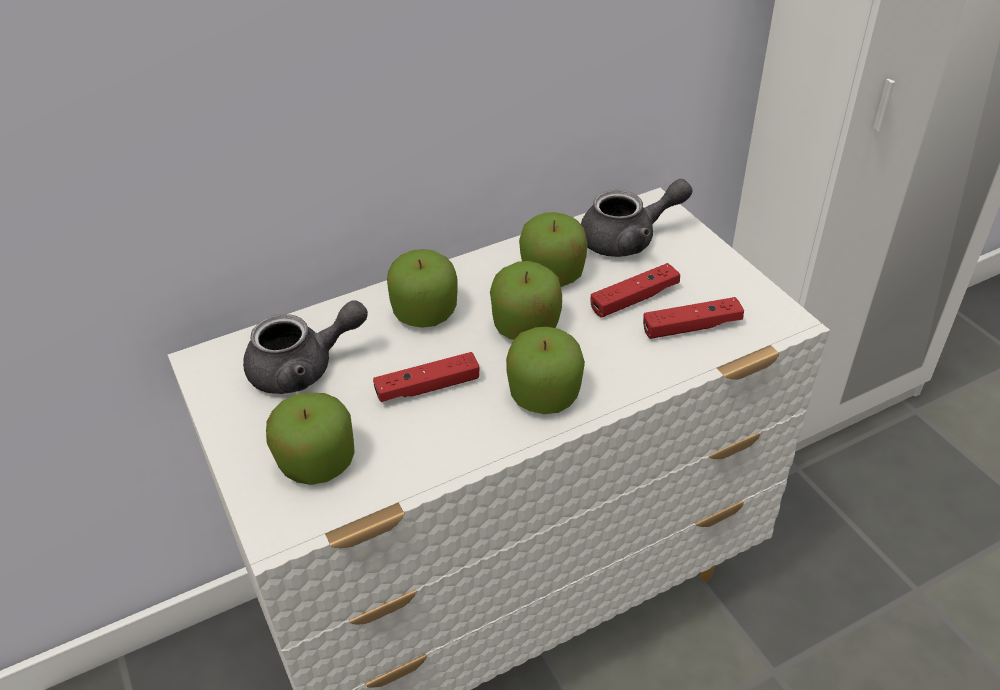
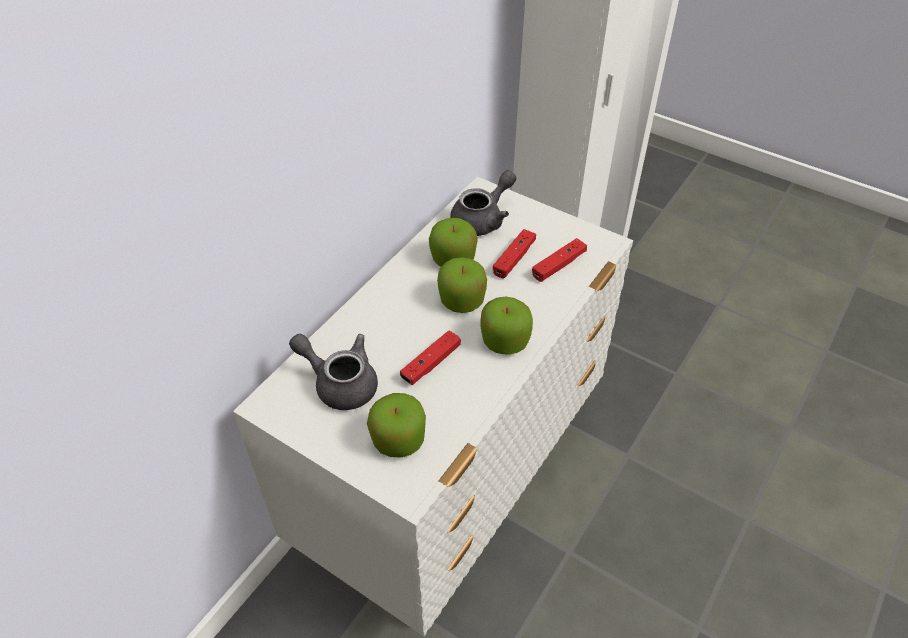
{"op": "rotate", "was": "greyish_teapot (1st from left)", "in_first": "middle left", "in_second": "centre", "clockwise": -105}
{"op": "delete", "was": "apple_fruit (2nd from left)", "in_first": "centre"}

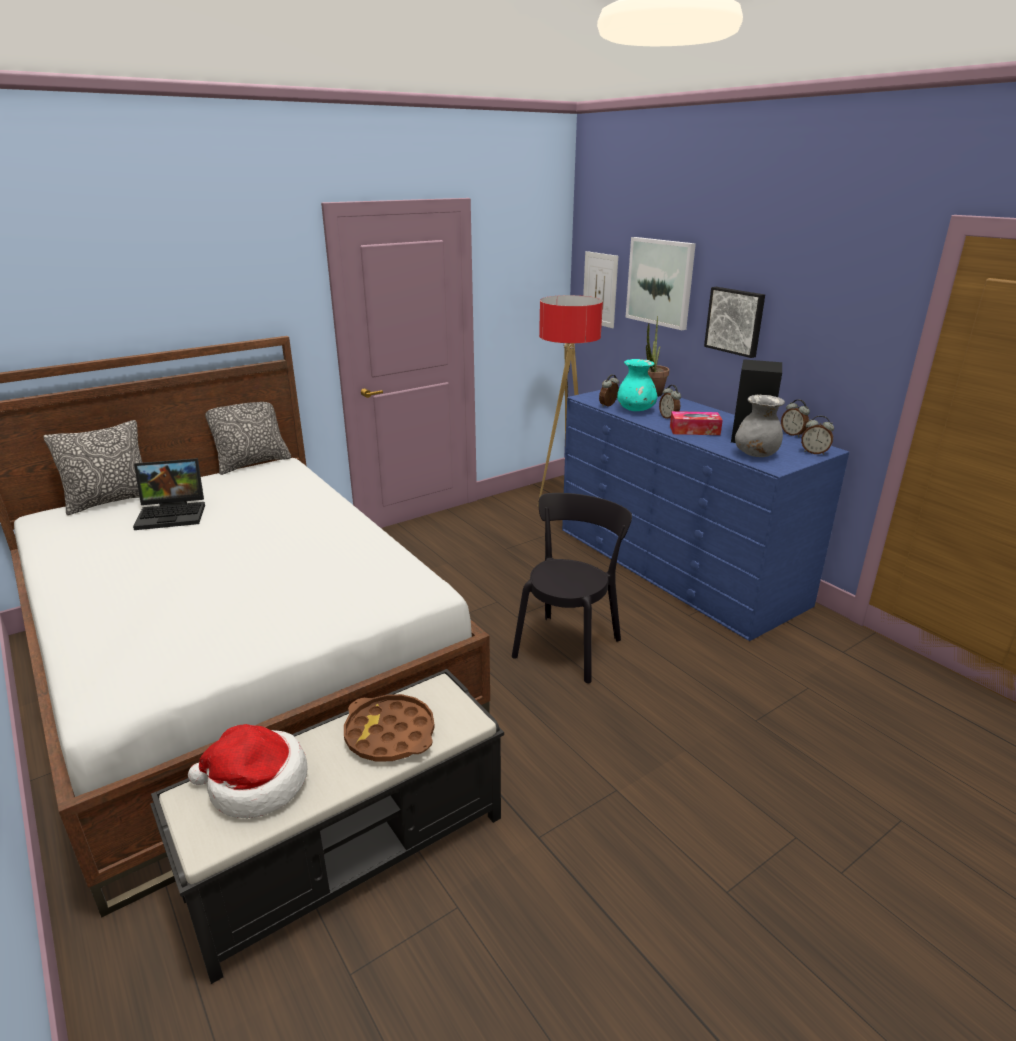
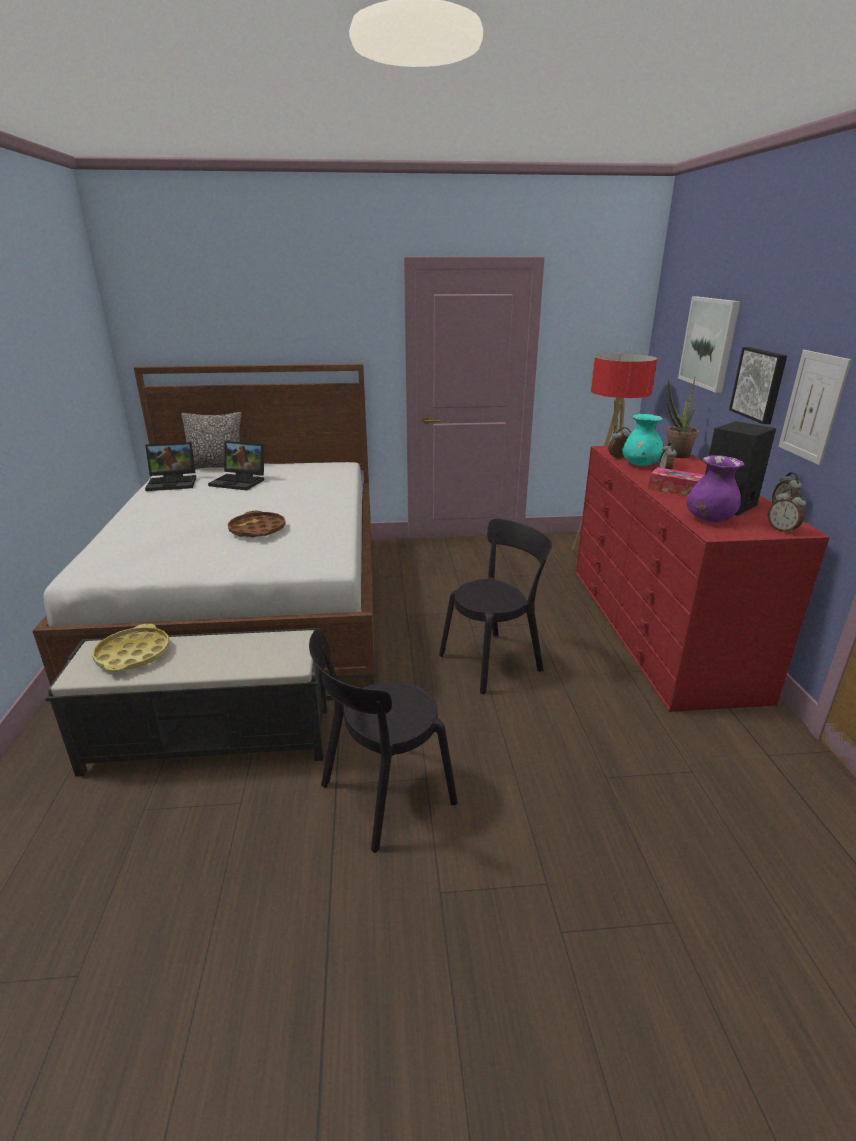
{"op": "replace", "was": "wearable_hat", "now": "yellow_tray", "in_first": "bottom left", "in_second": "middle left"}
{"op": "insert", "now": "notebook_computer (1st from left)", "in_second": "middle left"}
{"op": "move", "was": "brown_tray", "in_first": "bottom centre", "in_second": "middle left"}
{"op": "insert", "now": "blackish_upright_chair (1st from left)", "in_second": "centre"}
{"op": "recolor", "was": "bluish_dresser", "now": "red-coloured_dresser", "in_first": "middle right", "in_second": "middle right"}
{"op": "recolor", "was": "greyish_vase", "now": "purplish_vase", "in_first": "middle right", "in_second": "middle right"}
{"op": "move", "was": "wall_picture (1st from left in the first image)", "now": "wall_picture (3rd from left)", "in_first": "top centre", "in_second": "middle right"}
{"op": "delete", "was": "throw_pillow (2nd from left)", "in_first": "middle left"}

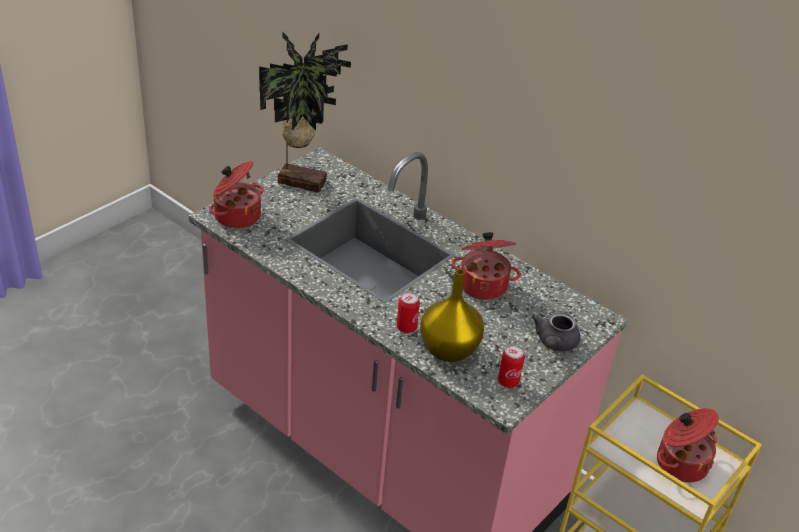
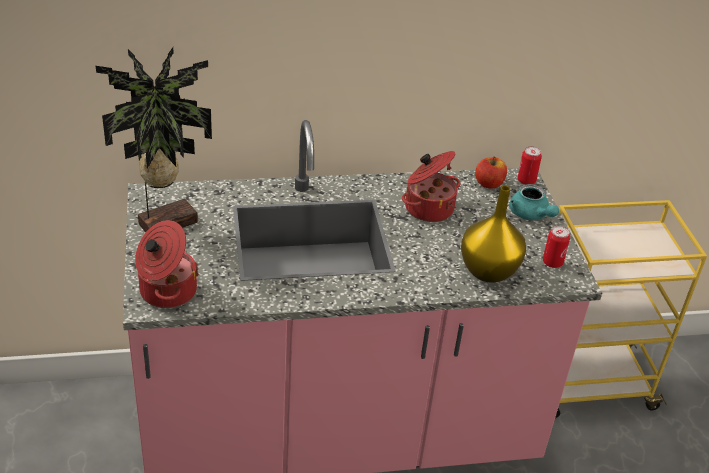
{"op": "insert", "now": "apple_fruit", "in_second": "middle right"}
{"op": "recolor", "was": "greyish_teapot", "now": "turquoise-coloured_teapot", "in_first": "middle right", "in_second": "middle right"}
{"op": "move", "was": "metal_can (1st from left)", "in_first": "centre", "in_second": "middle right"}
{"op": "delete", "was": "cooking_pot (3rd from left)", "in_first": "bottom right"}

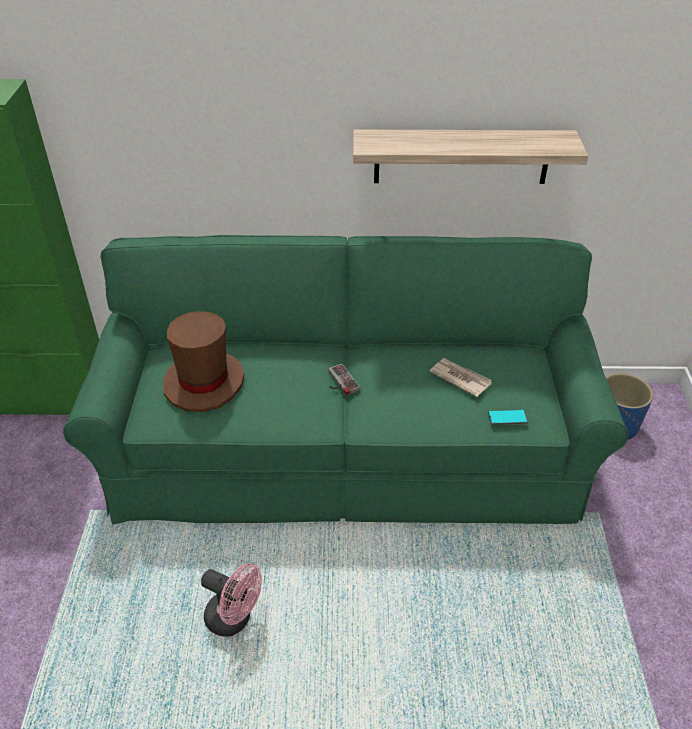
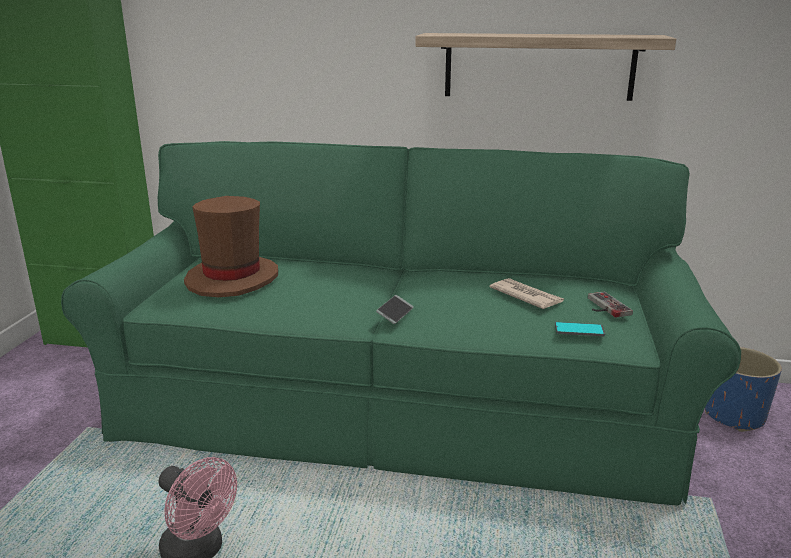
{"op": "insert", "now": "telephone (1st from left)", "in_second": "centre"}
{"op": "move", "was": "gamepad", "in_first": "centre", "in_second": "middle right"}

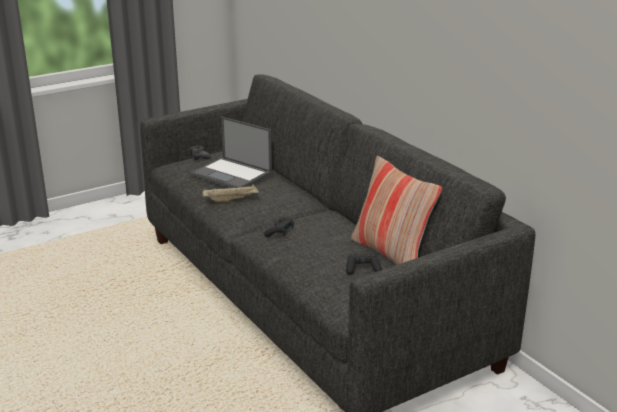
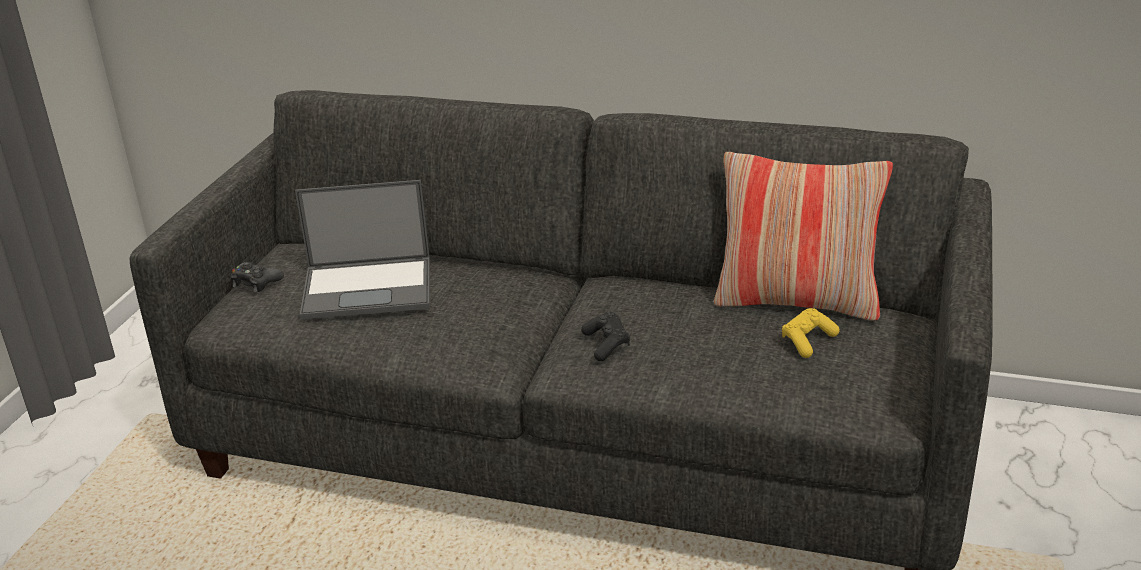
{"op": "recolor", "was": "blackish_gamepad (3rd from left)", "now": "yellow_gamepad", "in_first": "centre", "in_second": "middle right"}
{"op": "delete", "was": "beige_tray", "in_first": "centre"}

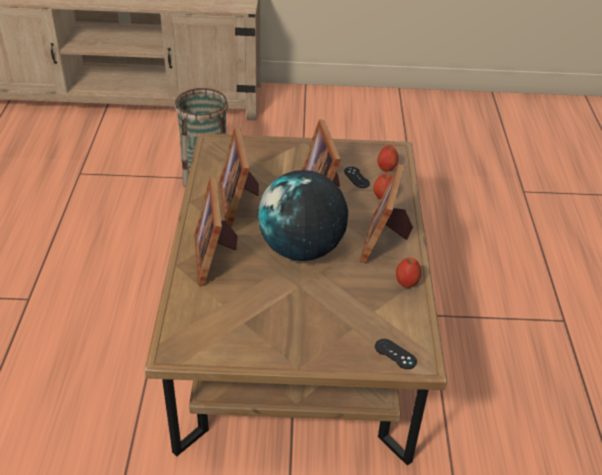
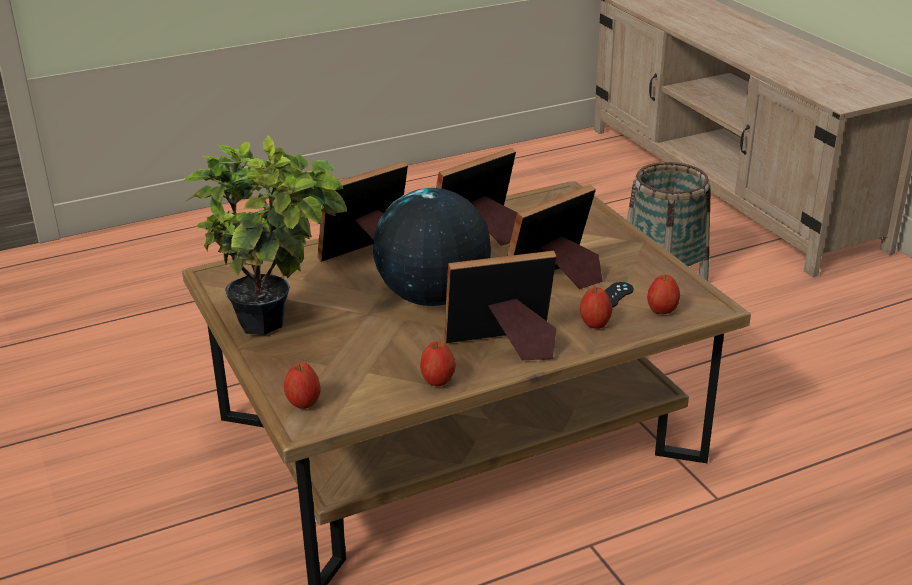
{"op": "insert", "now": "potted_plant", "in_second": "middle left"}
{"op": "replace", "was": "blackish_gamepad (2nd from left)", "now": "apple_fruit (1st from left)", "in_first": "bottom centre", "in_second": "middle left"}

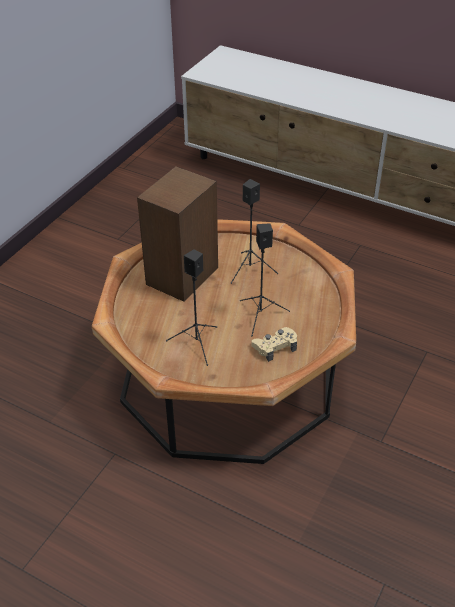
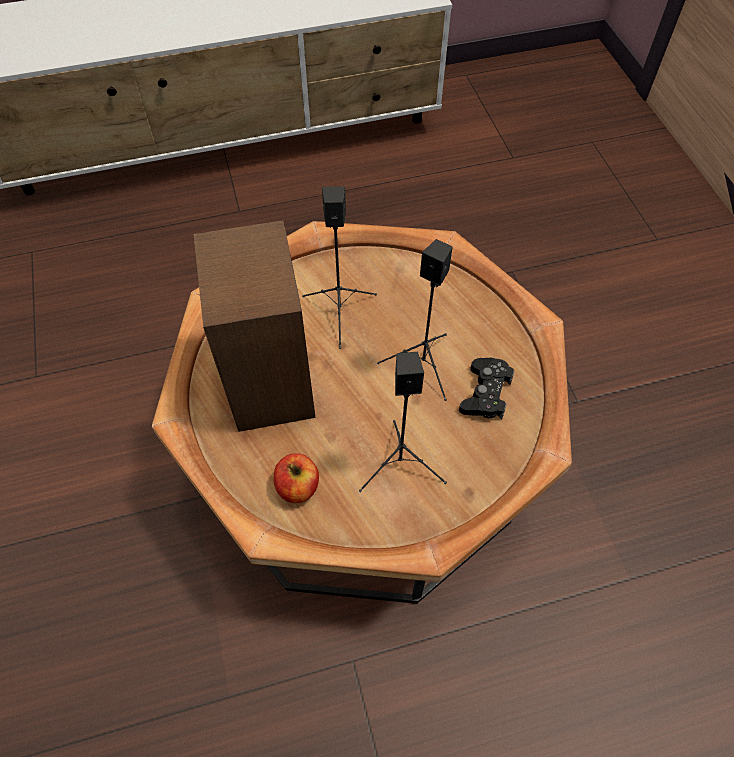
{"op": "insert", "now": "apple_fruit", "in_second": "centre"}
{"op": "recolor", "was": "beige_gamepad", "now": "blackish_gamepad", "in_first": "centre", "in_second": "centre"}

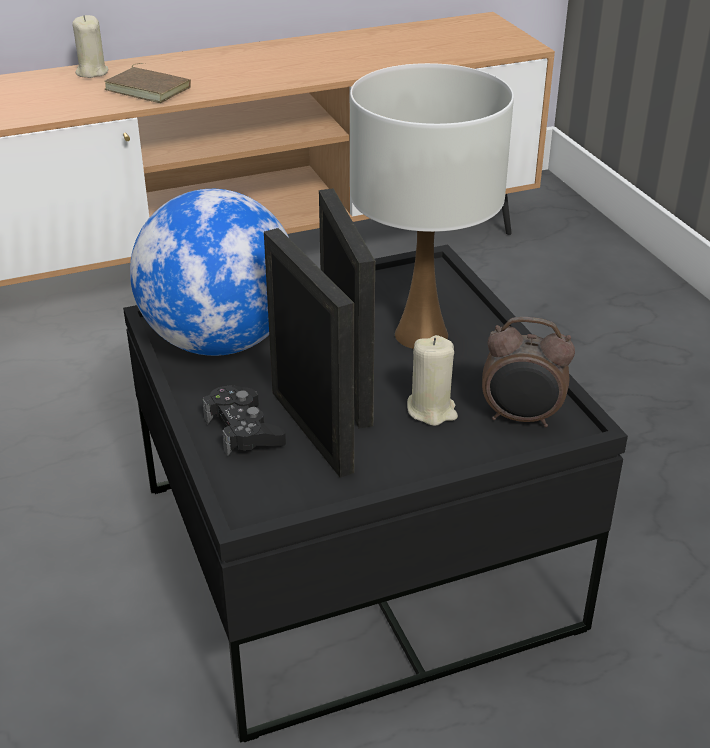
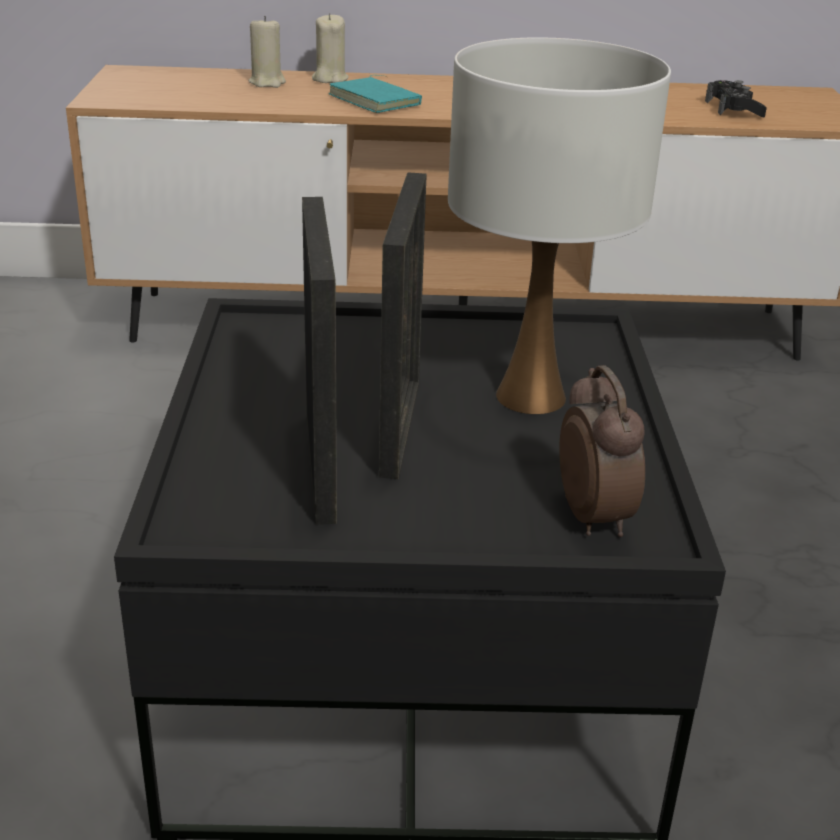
{"op": "move", "was": "beige_wax_light (2nd from left in the first image)", "now": "beige_wax_light (1st from left)", "in_first": "centre", "in_second": "top left"}
{"op": "recolor", "was": "brown_bound_book", "now": "turquoise-coloured_bound_book", "in_first": "top left", "in_second": "top centre"}
{"op": "rotate", "was": "table_clock", "in_first": "middle right", "in_second": "middle right", "clockwise": -135}
{"op": "move", "was": "blackish_gamepad", "in_first": "centre", "in_second": "top right"}
{"op": "delete", "was": "desk_globe", "in_first": "middle left"}

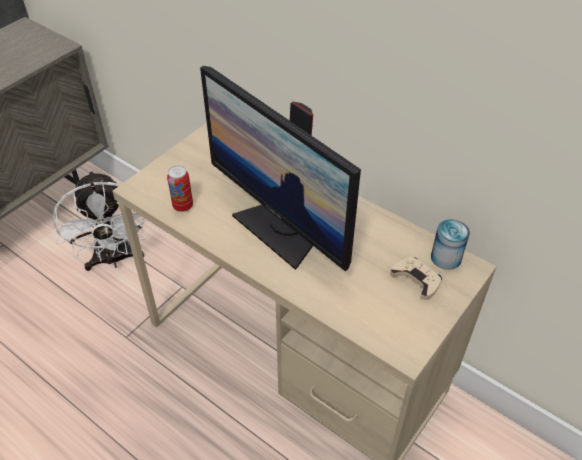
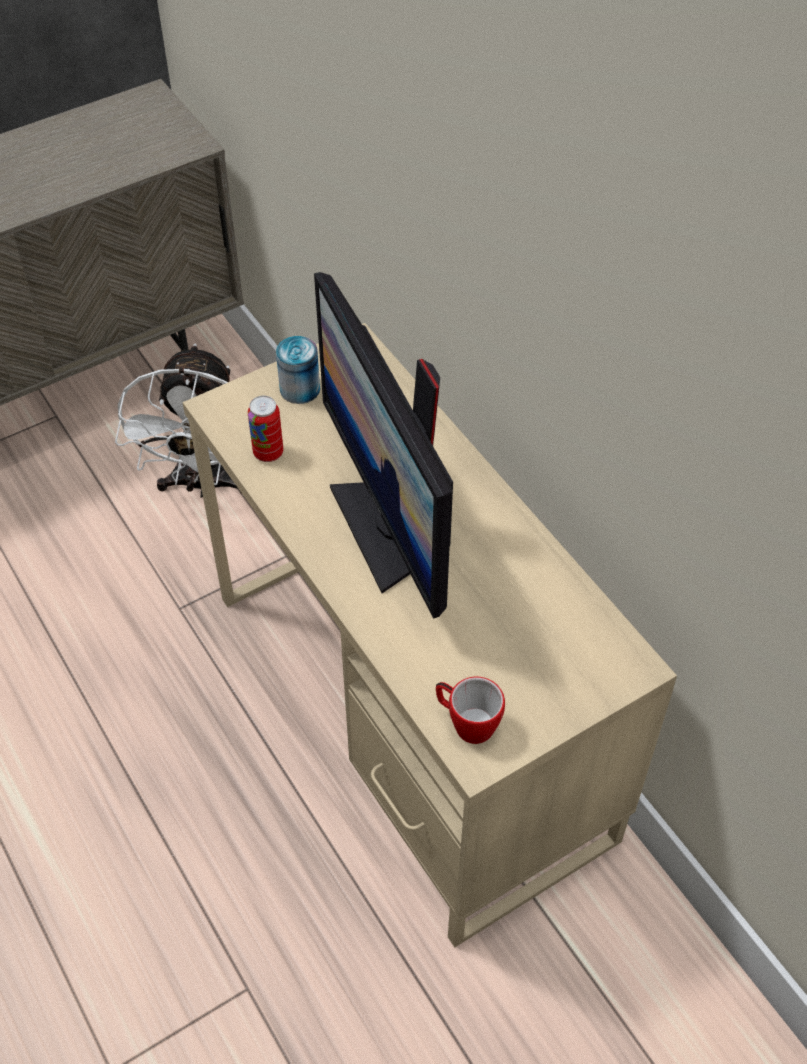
{"op": "move", "was": "metal_can (2nd from left)", "in_first": "middle right", "in_second": "centre"}
{"op": "insert", "now": "coffee_mug", "in_second": "bottom centre"}
{"op": "delete", "was": "beige_gamepad", "in_first": "middle right"}

